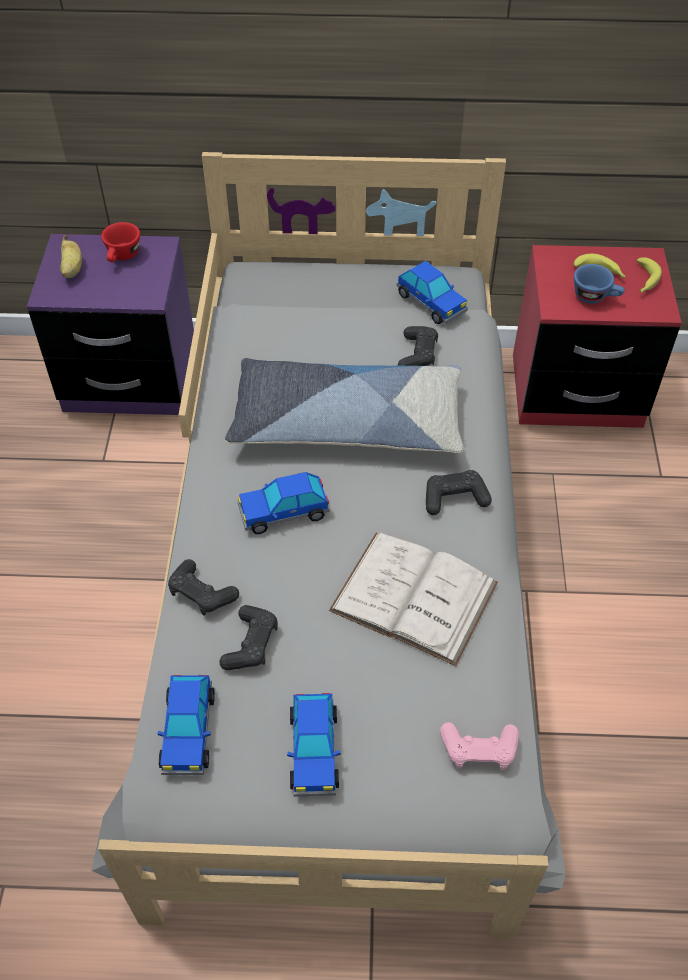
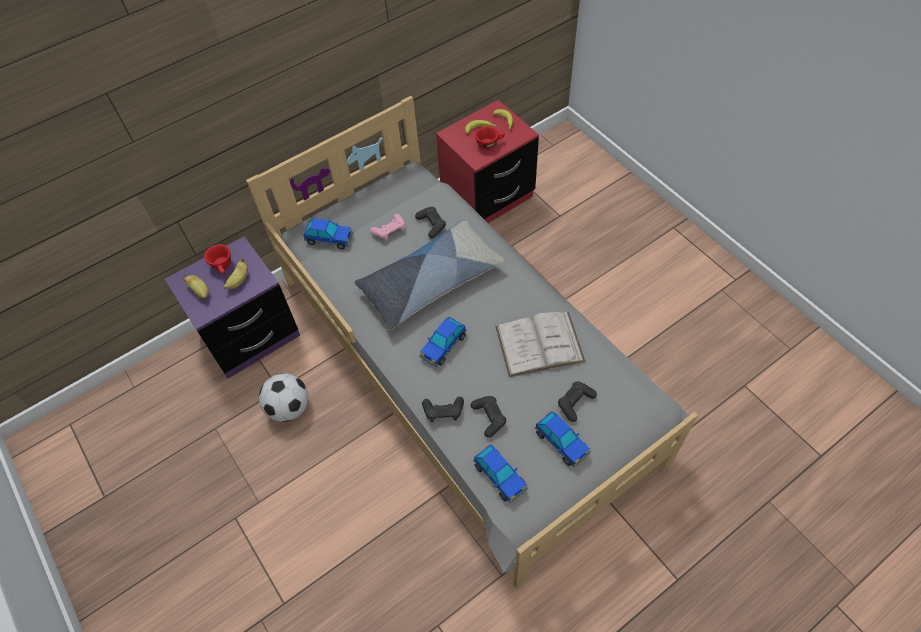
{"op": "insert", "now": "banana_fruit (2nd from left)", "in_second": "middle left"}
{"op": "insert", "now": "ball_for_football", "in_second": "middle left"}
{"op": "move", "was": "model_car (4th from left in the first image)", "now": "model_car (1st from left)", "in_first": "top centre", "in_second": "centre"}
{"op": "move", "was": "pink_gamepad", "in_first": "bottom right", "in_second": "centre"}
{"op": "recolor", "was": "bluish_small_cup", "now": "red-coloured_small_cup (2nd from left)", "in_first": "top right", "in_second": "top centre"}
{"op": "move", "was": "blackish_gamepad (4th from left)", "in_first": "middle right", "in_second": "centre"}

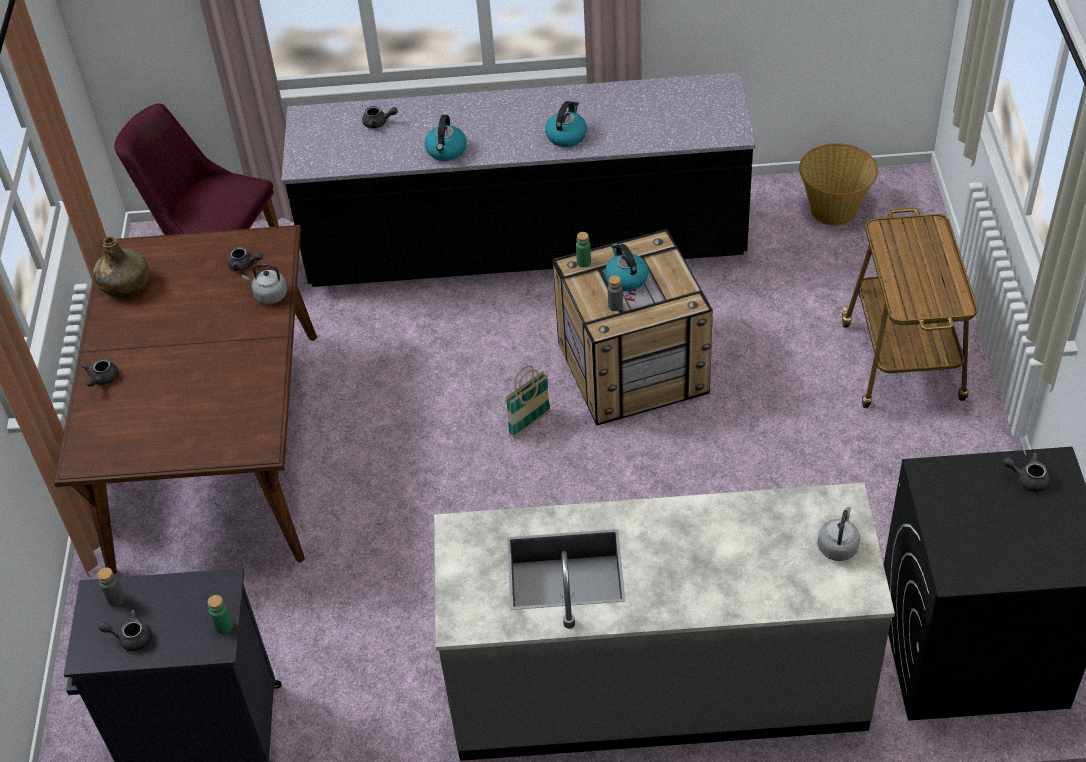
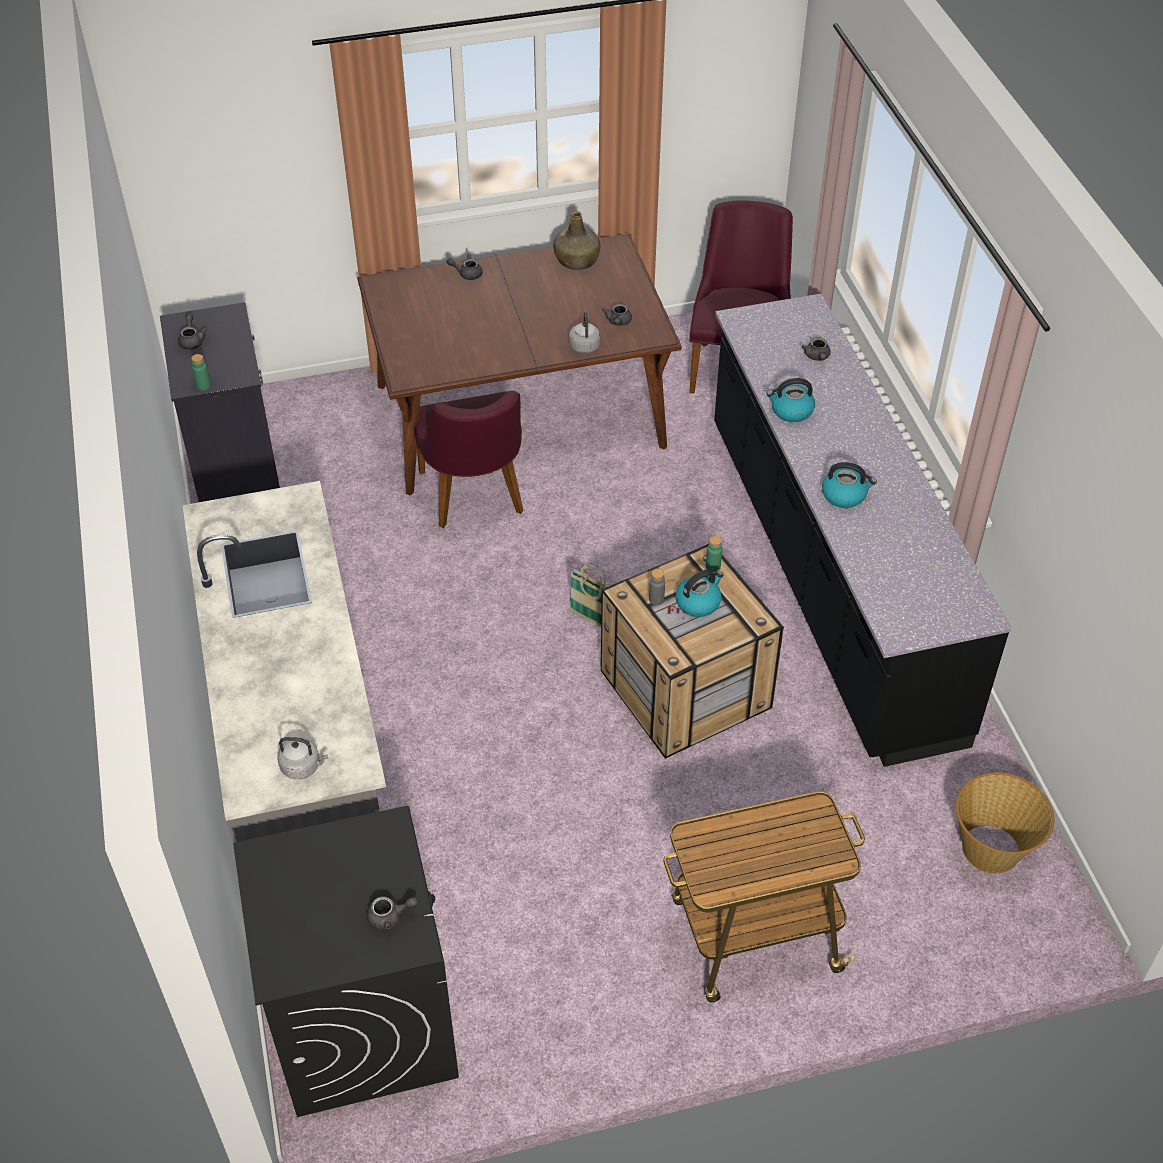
{"op": "rotate", "was": "greyish_teapot (5th from left in the first image)", "in_first": "middle right", "in_second": "bottom centre", "clockwise": 75}
{"op": "insert", "now": "purplish_upright_chair (1st from left)", "in_second": "centre"}
{"op": "delete", "was": "greyish_drink_bottle (1st from left)", "in_first": "bottom left"}

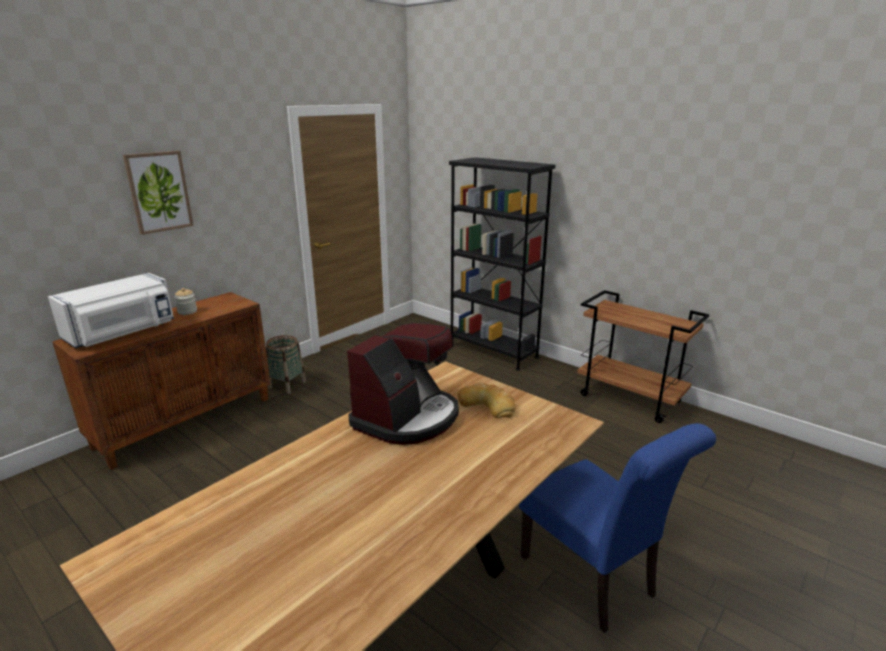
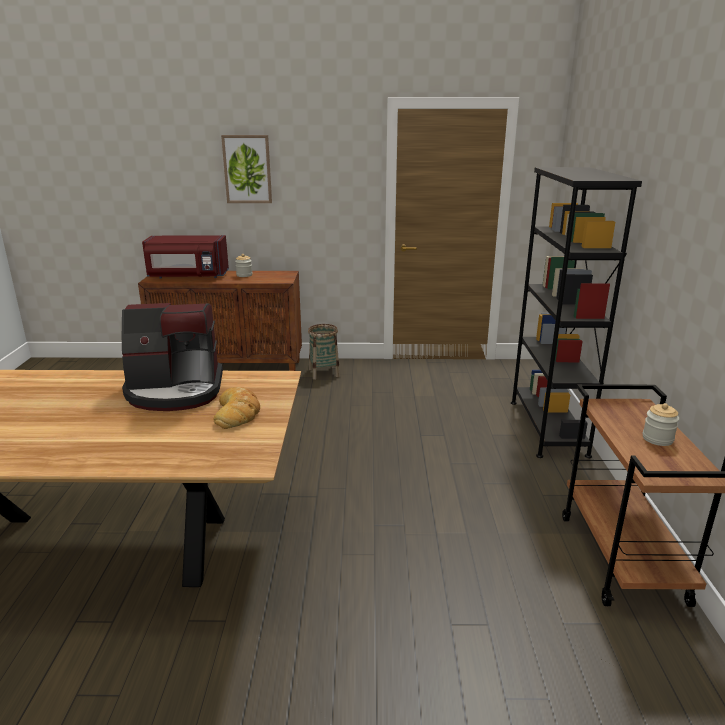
{"op": "recolor", "was": "white_microwave_oven", "now": "red-coloured_microwave_oven", "in_first": "middle left", "in_second": "middle left"}
{"op": "insert", "now": "jar (2nd from left)", "in_second": "middle right"}
{"op": "delete", "was": "bluish_upright_chair", "in_first": "bottom right"}

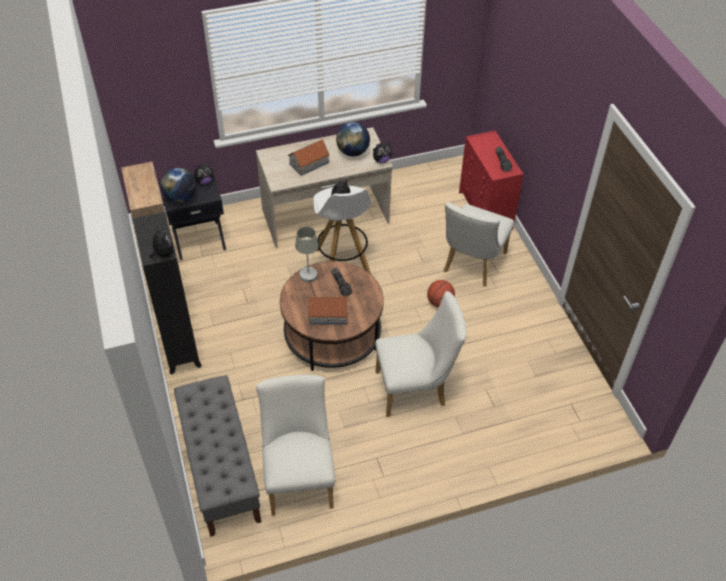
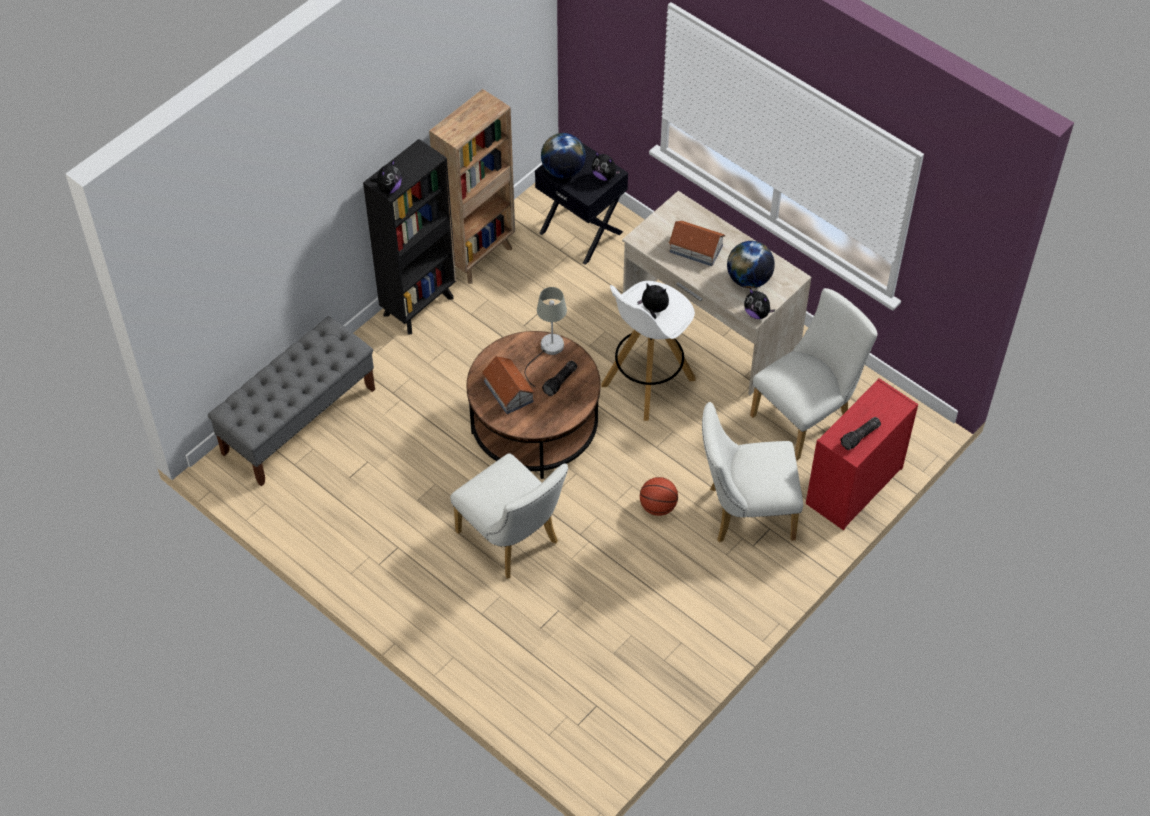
{"op": "move", "was": "white_upright_chair (1st from left in the first image)", "now": "white_upright_chair (3rd from left)", "in_first": "bottom centre", "in_second": "middle right"}

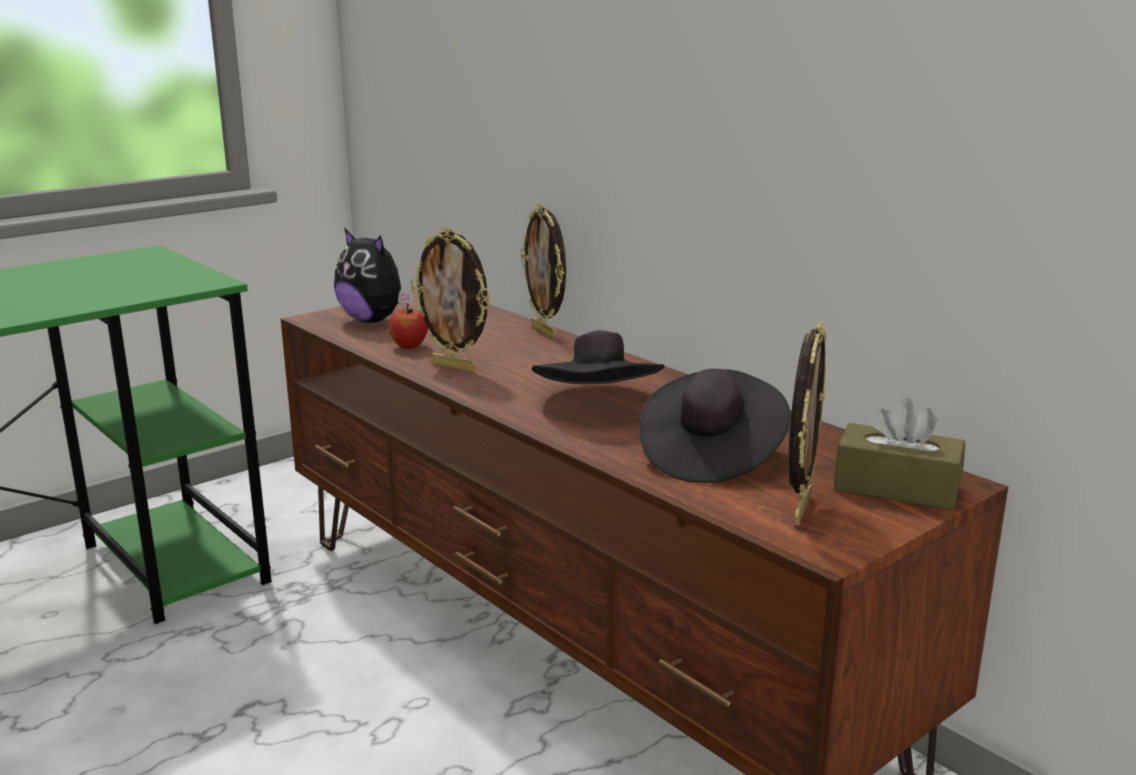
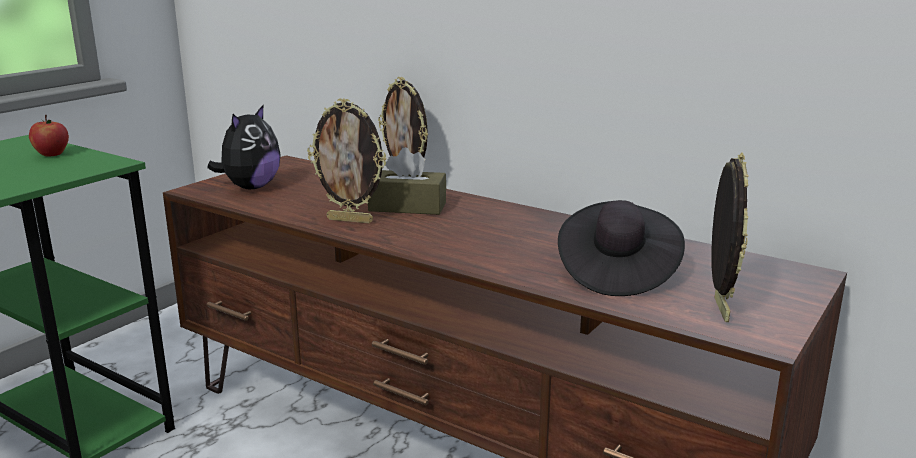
{"op": "move", "was": "apple_fruit", "in_first": "centre", "in_second": "top left"}
{"op": "rotate", "was": "soft_toy", "in_first": "middle left", "in_second": "top left", "clockwise": -90}
{"op": "move", "was": "brown_tissue_box", "in_first": "middle right", "in_second": "centre"}
{"op": "delete", "was": "blackish_wearable_hat (1st from left)", "in_first": "centre"}

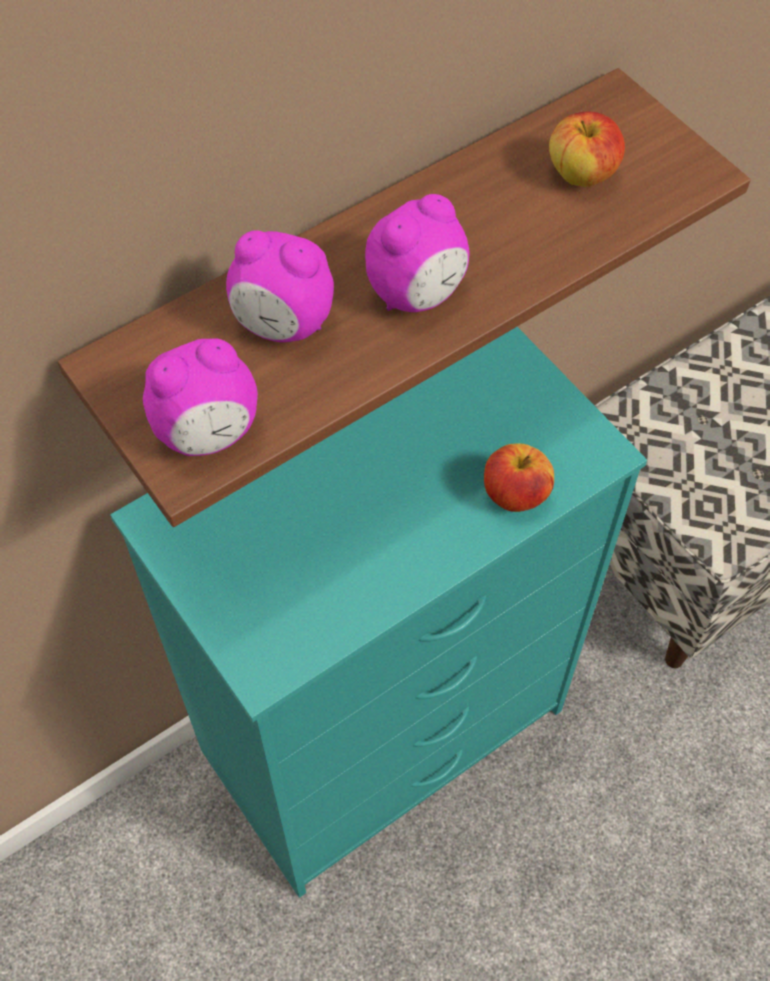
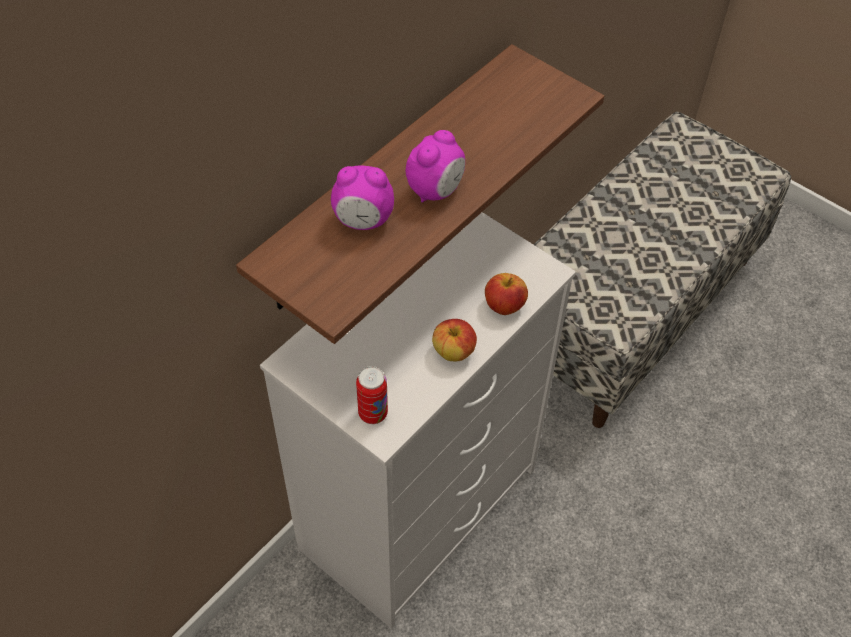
{"op": "recolor", "was": "turquoise-coloured_dresser", "now": "white_dresser", "in_first": "centre", "in_second": "centre"}
{"op": "insert", "now": "metal_can", "in_second": "centre"}
{"op": "move", "was": "apple_fruit (2nd from left in the first image)", "now": "apple_fruit (1st from left)", "in_first": "top right", "in_second": "centre"}
{"op": "delete", "was": "table_clock (1st from left)", "in_first": "middle left"}

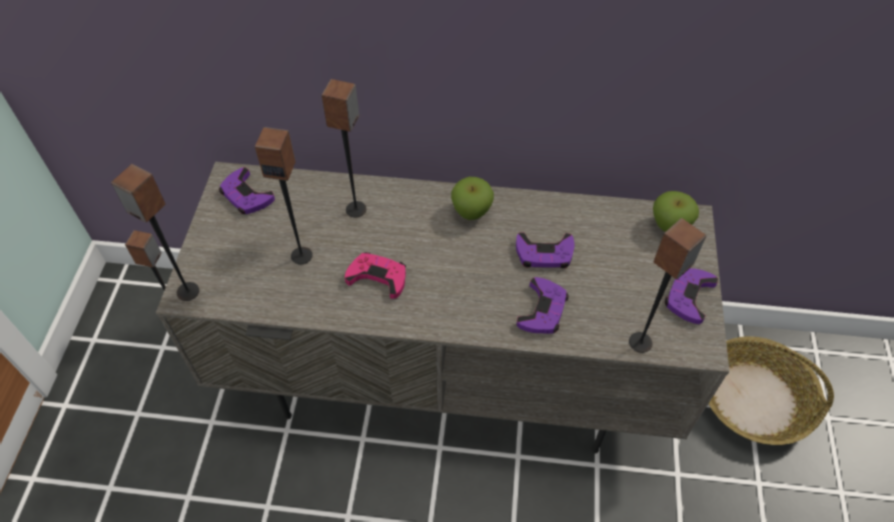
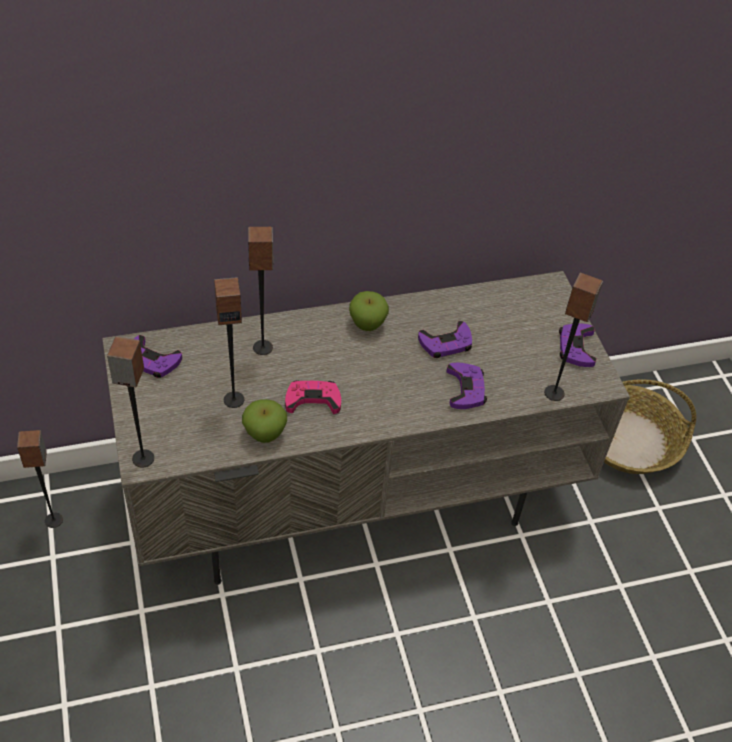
{"op": "move", "was": "apple_fruit (2nd from left in the first image)", "now": "apple_fruit (1st from left)", "in_first": "middle right", "in_second": "centre"}

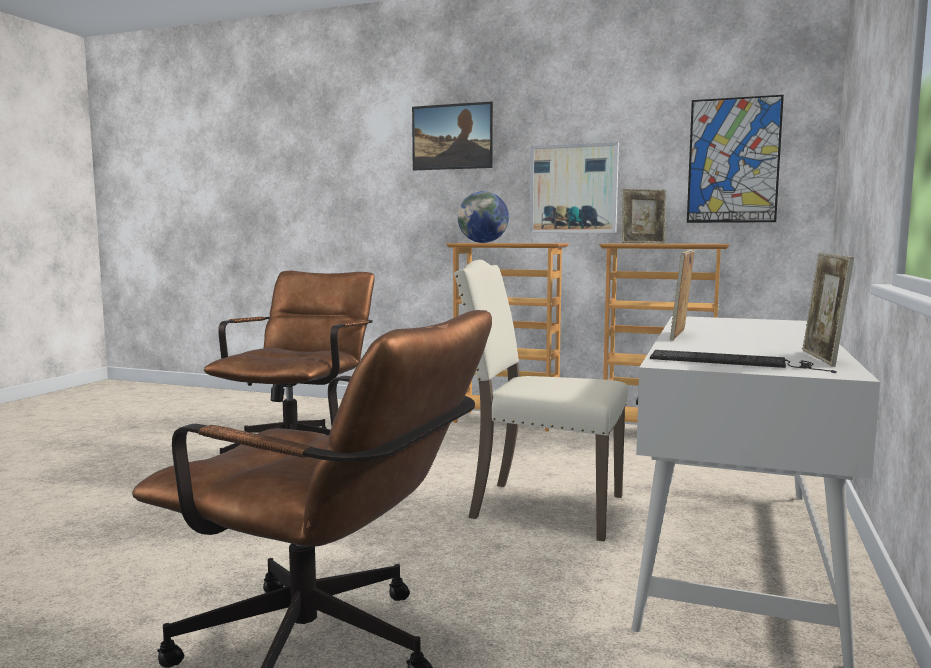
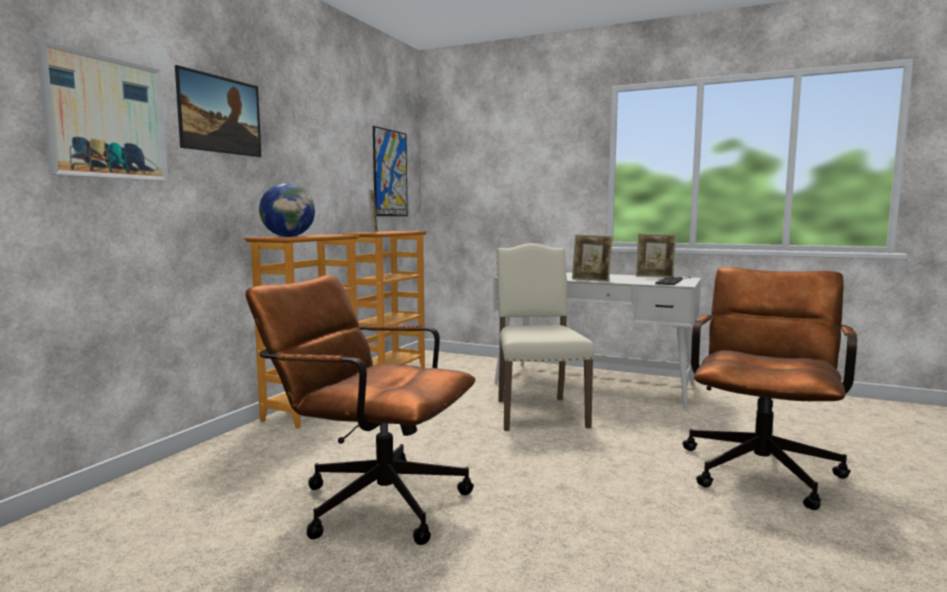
{"op": "move", "was": "wall_picture (2nd from left in the first image)", "now": "wall_picture (1st from left)", "in_first": "top centre", "in_second": "top left"}
{"op": "rotate", "was": "beige_upright_chair", "in_first": "centre", "in_second": "centre", "clockwise": 150}

